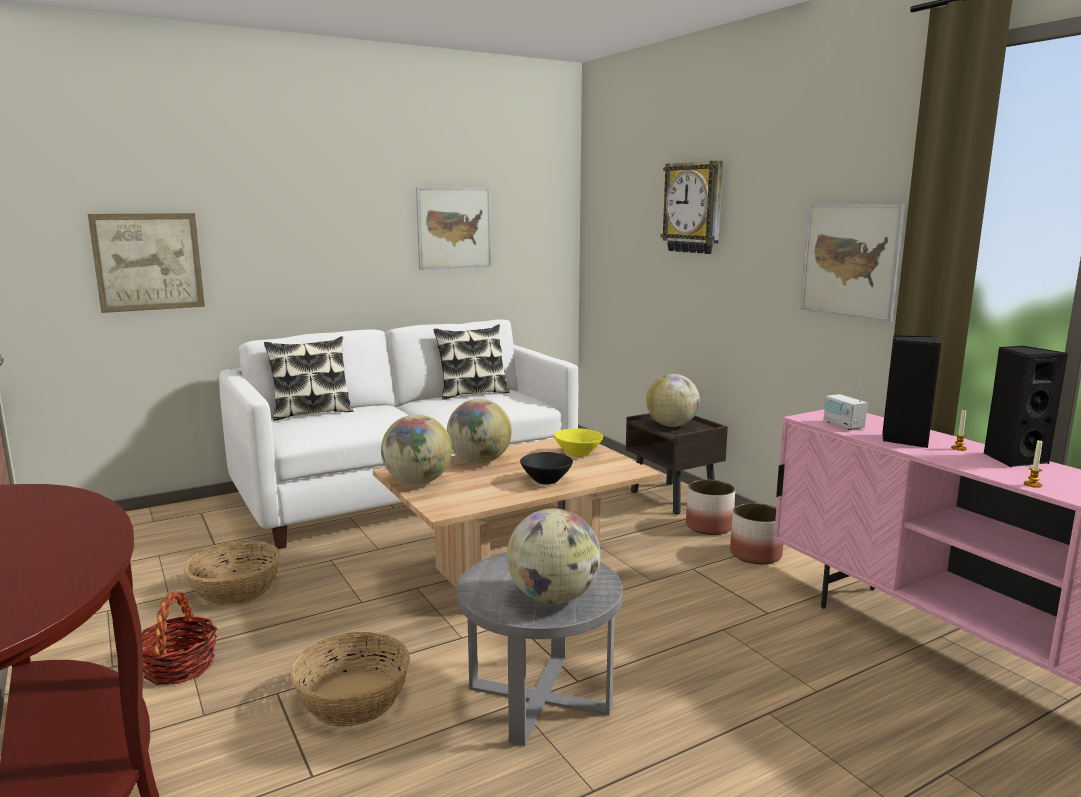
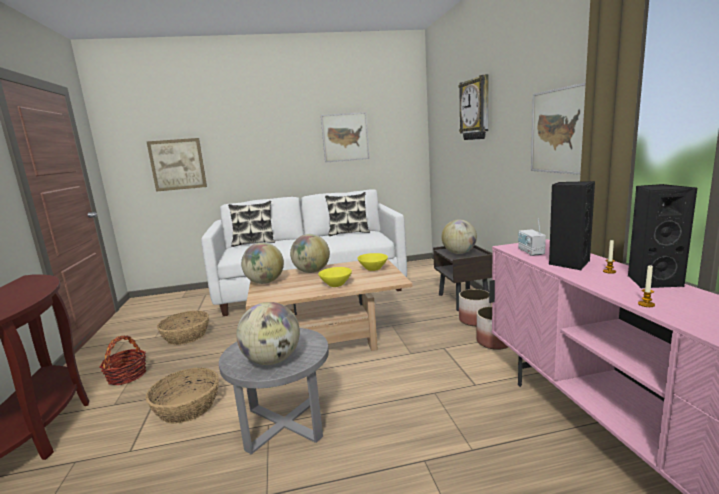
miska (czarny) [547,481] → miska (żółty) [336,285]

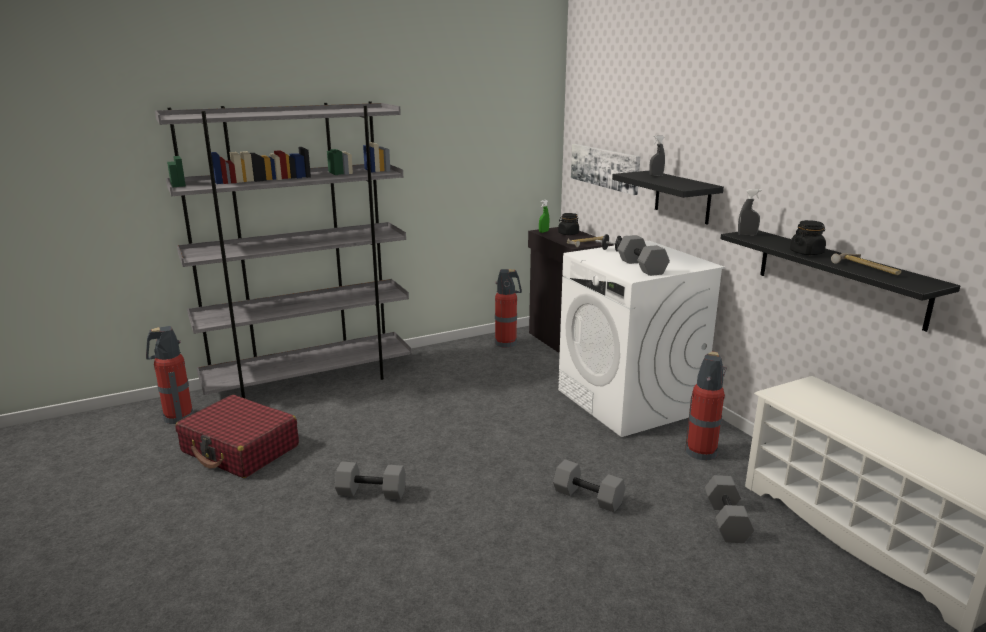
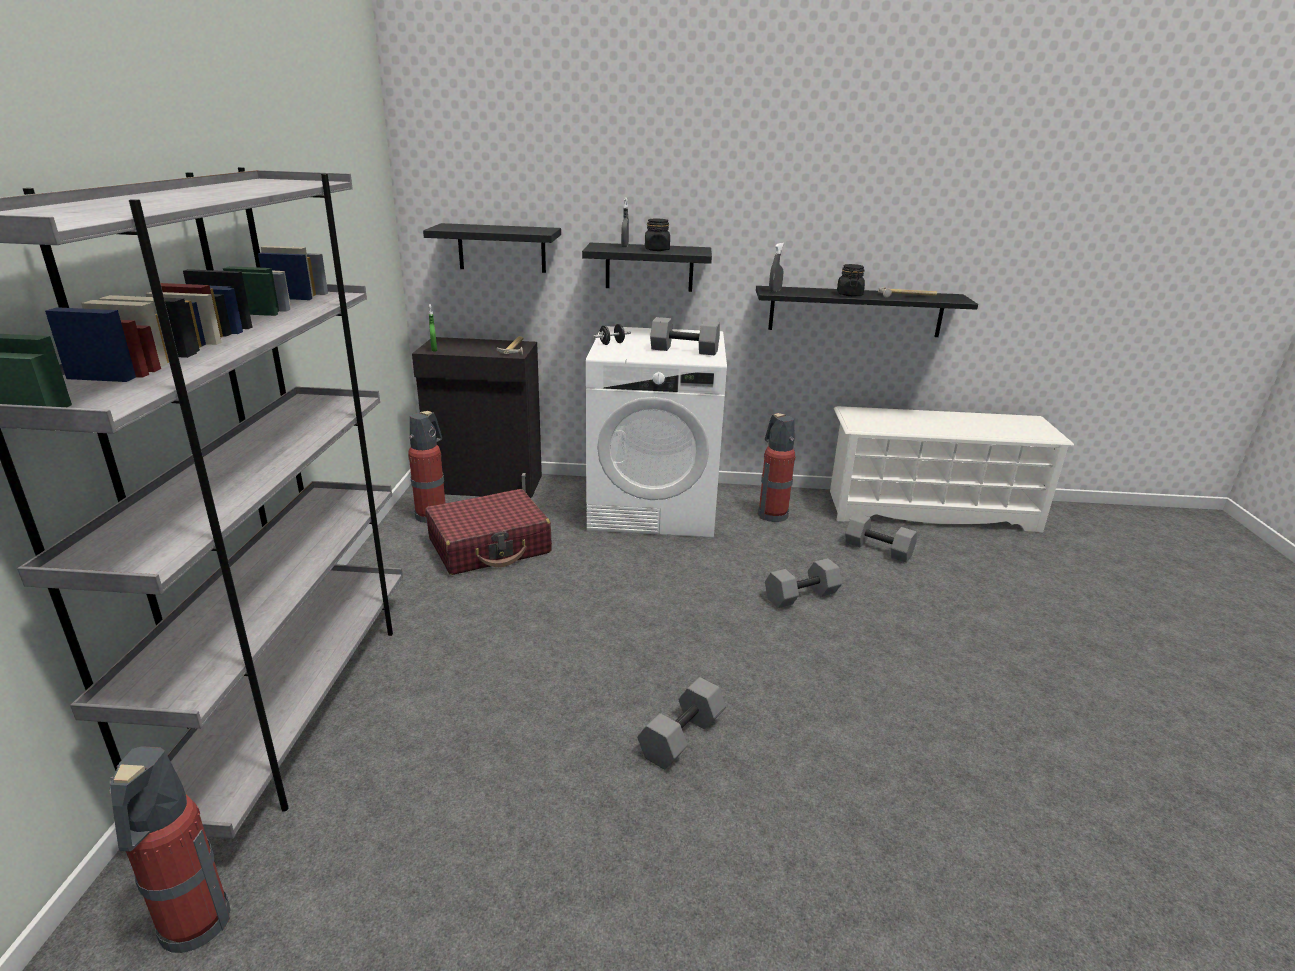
obraz [605,167] → półka (czarny) [502,248]
słoik (czarny) [568,234] → słoik (czarny) [657,250], moved
walizka (czerwony) [240,449] → walizka (czerwony) [490,546], moved

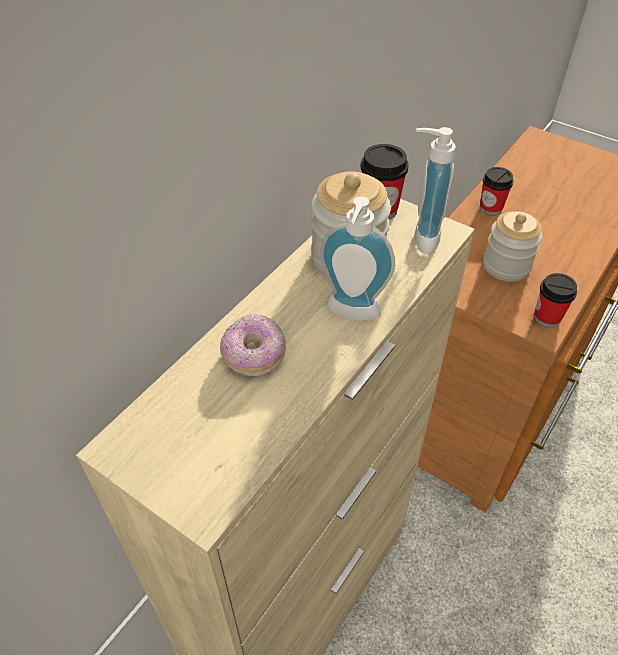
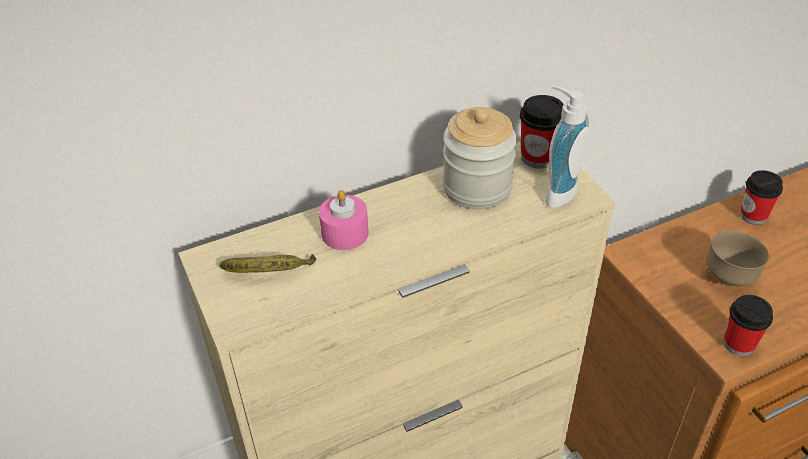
dozownik mydła [351,314] → -
słoik [506,266] → miska (brązowy) [729,278]
donut [254,355] → świeca (różowy) [345,233]
- → banan [269,273]

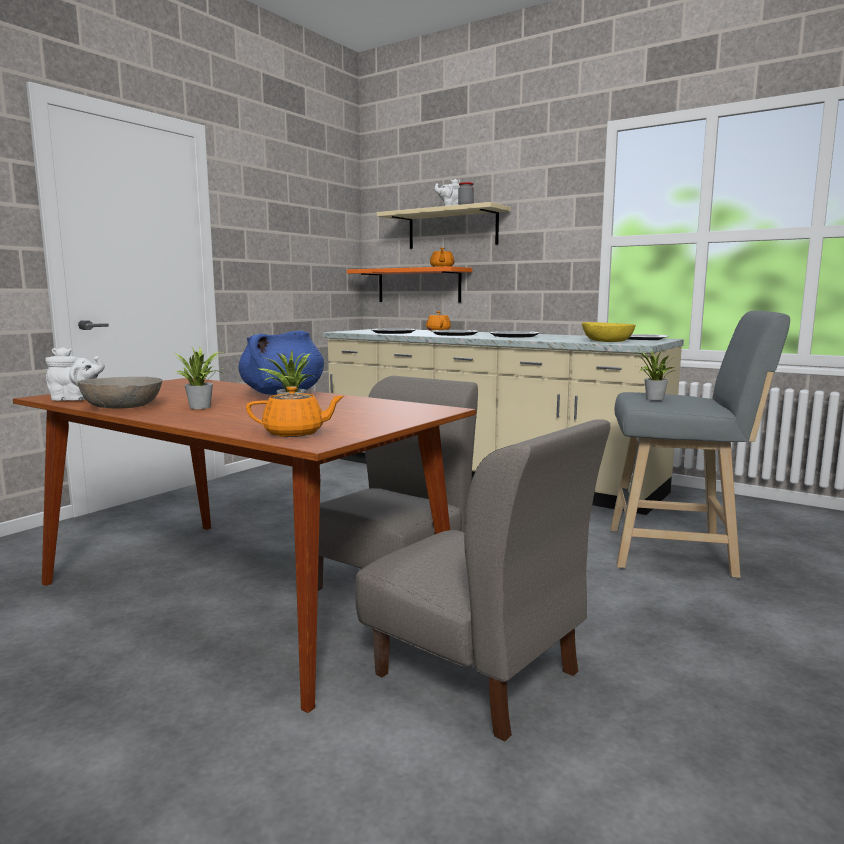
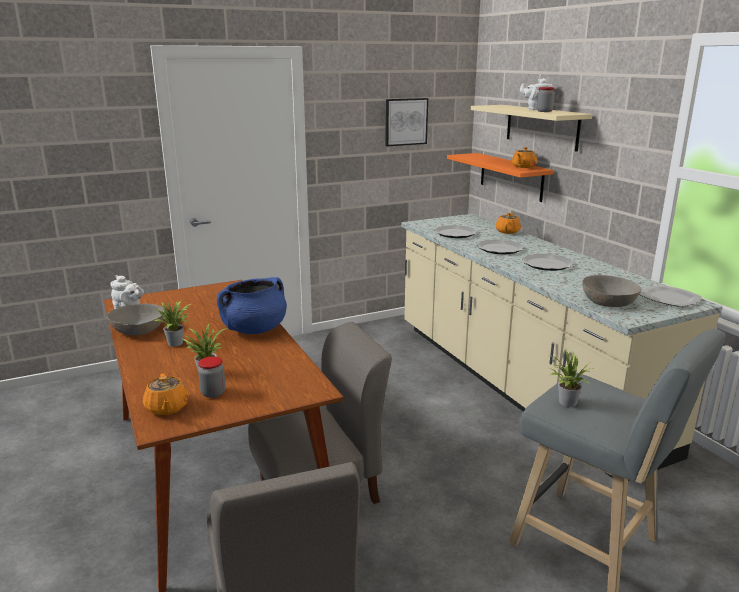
miska (żółty) [607,341] → miska (szary) [609,302]
imbryk (pomarańczowy) [295,433] → imbryk (pomarańczowy) [167,408], 45 degrees clockwise
- → obraz [405,121]
- → słoik [213,393]

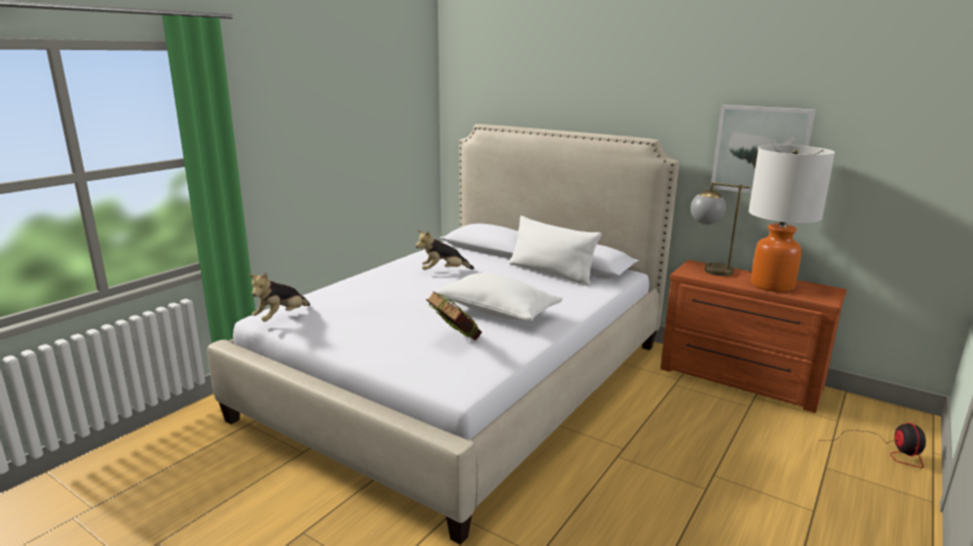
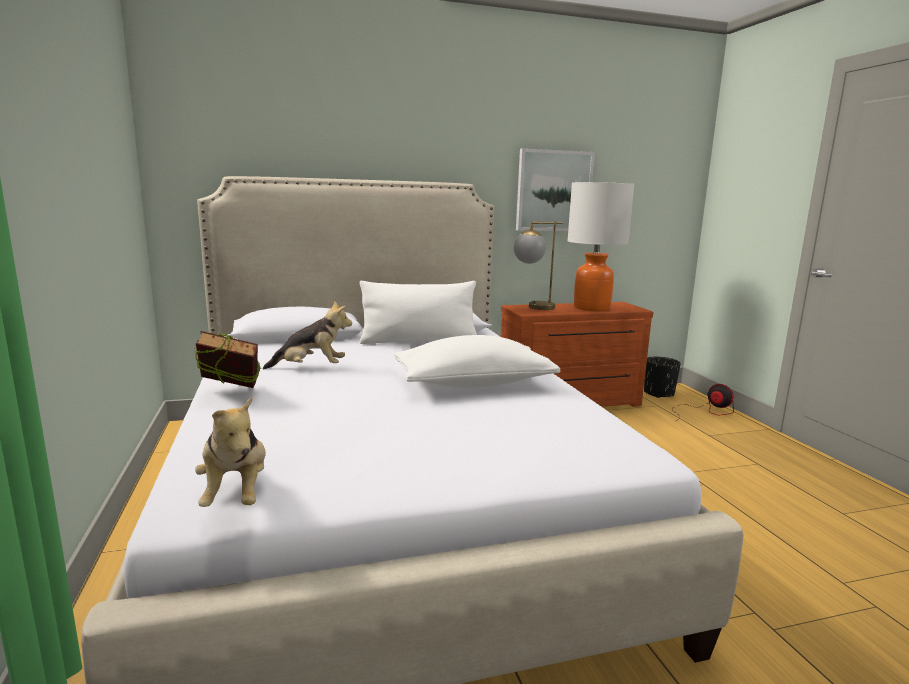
pluszak [443,272] → pluszak [311,368], 120 degrees counterclockwise
książka [454,341] → książka [231,395], moved
- → donica (czarny) [658,393]

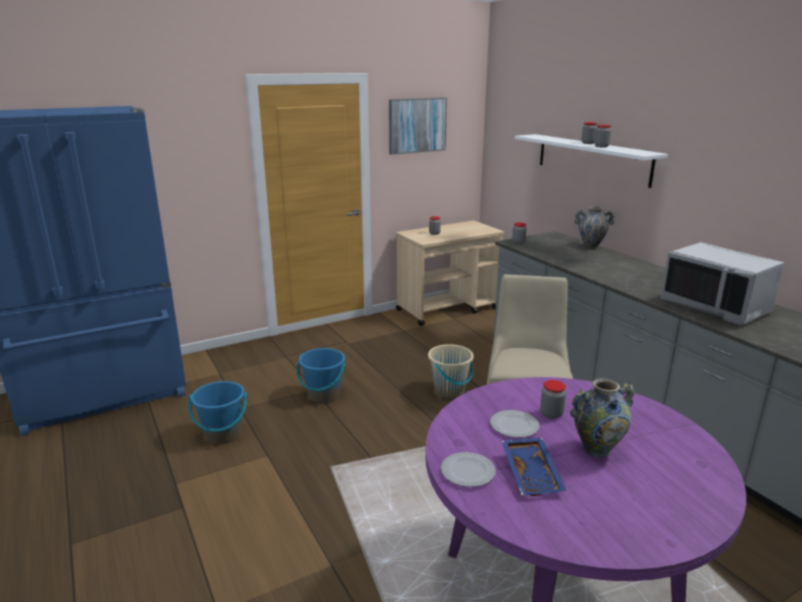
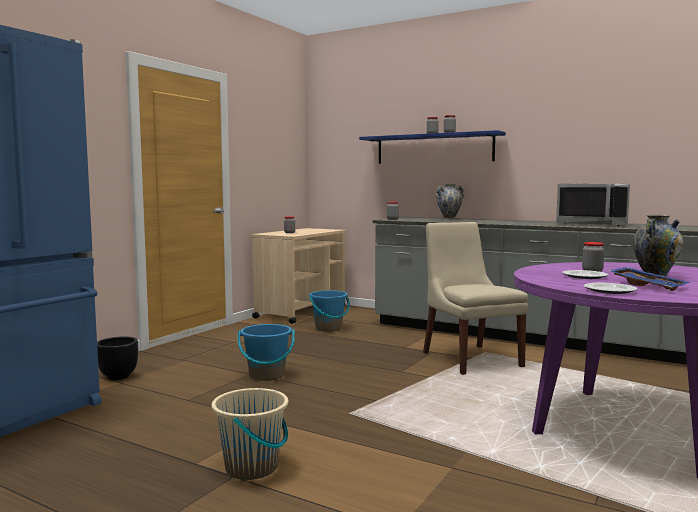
obraz [417,125] → -
półka (biały) [592,159] → półka (niebieski) [434,149]
wiadro (beżowy) [449,391] → wiadro (beżowy) [252,467], moved
wiadro (niebieski) [222,434] → wiadro (niebieski) [328,328], moved
- → donica (czarny) [118,377]

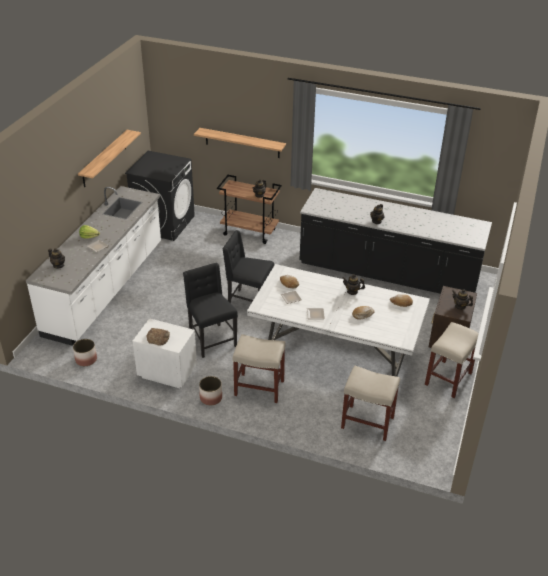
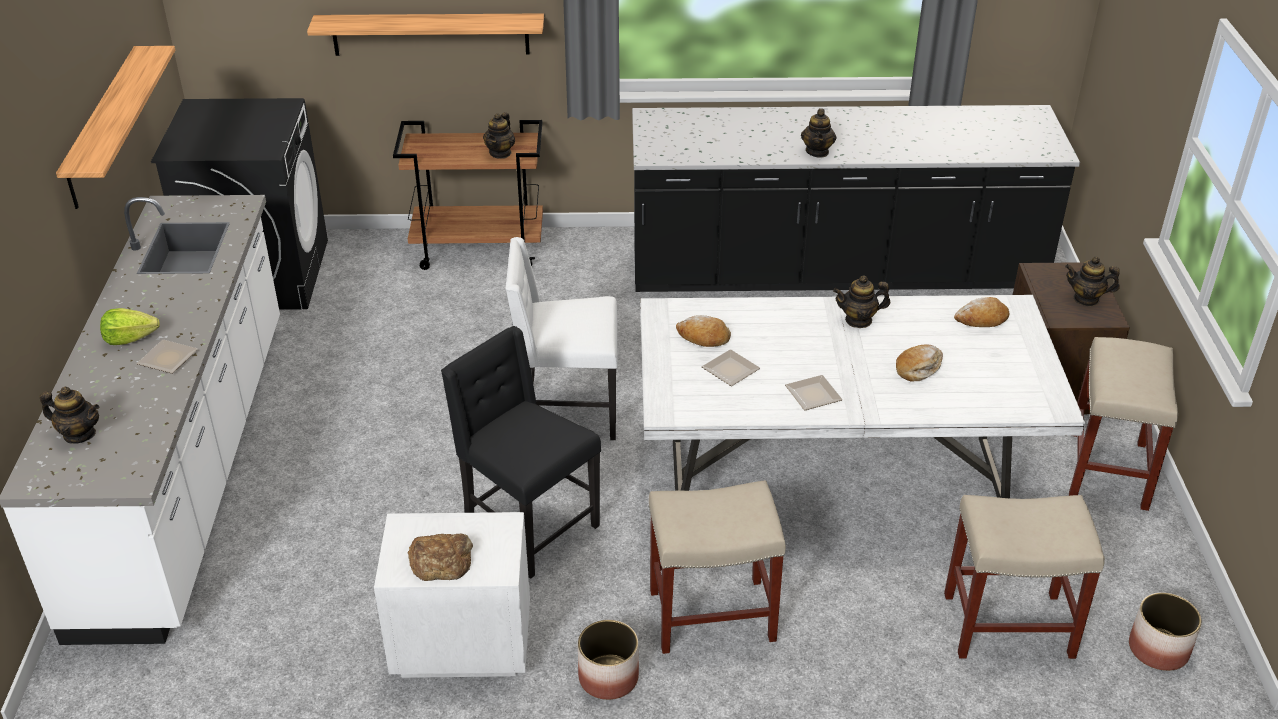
krzesło (czarny) [248,303] → krzesło (biały) [567,412]
donica [86,359] → donica [1157,649], moved

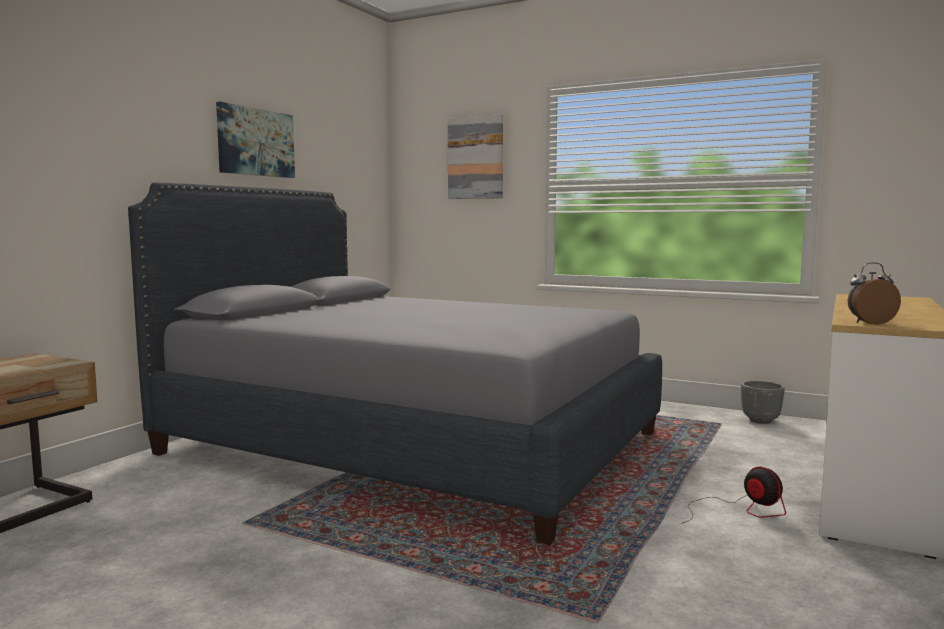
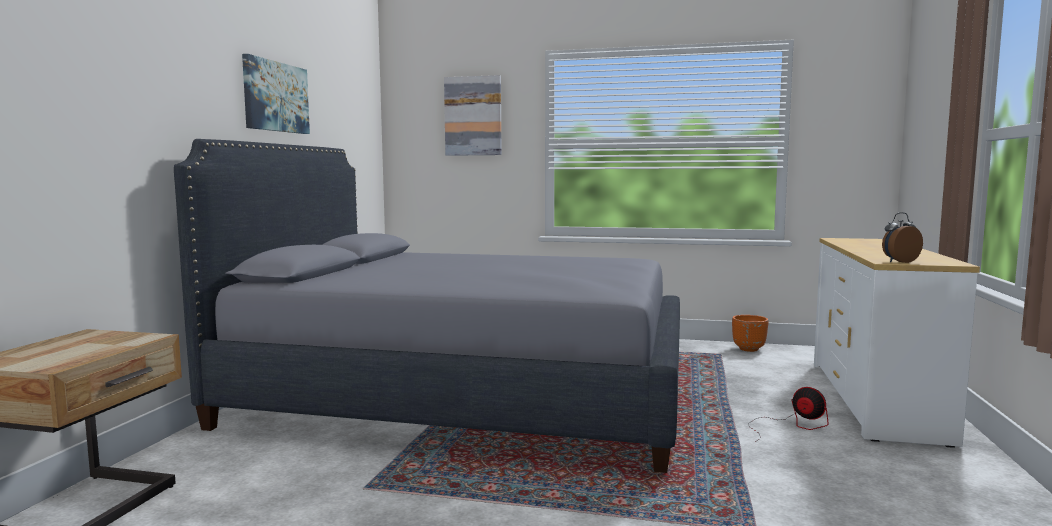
donica (szary) [761,421] → donica (pomarańczowy) [749,349]

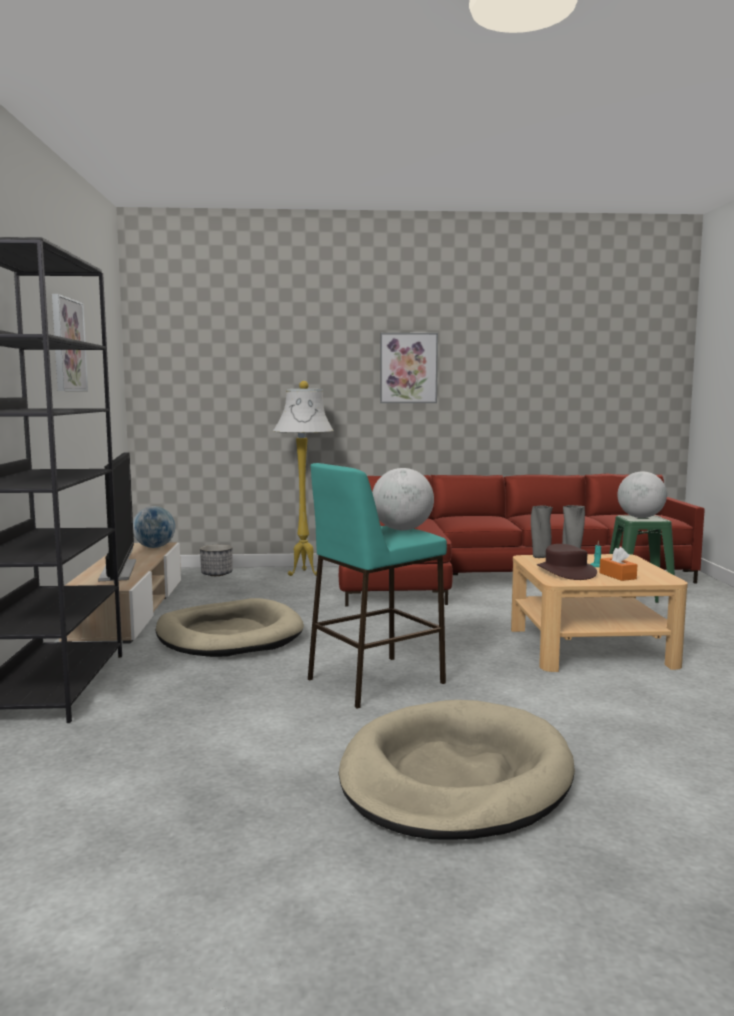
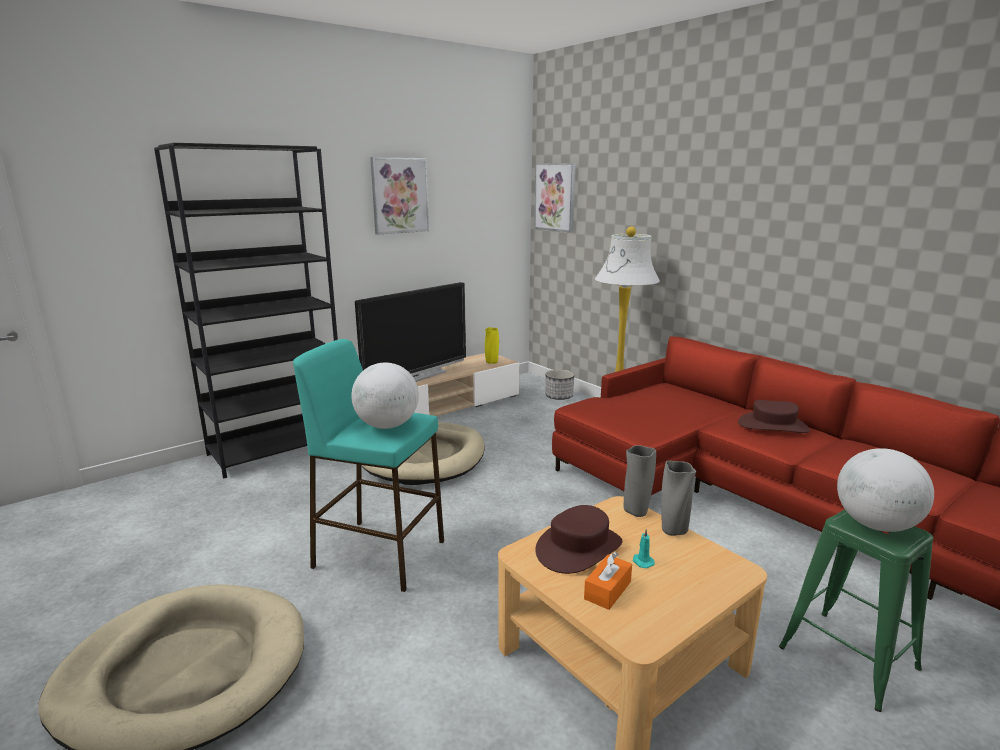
obraz [408,368] → obraz [555,197], moved
globus [154,547] → wazon (żółty) [491,362]
- → kapelusz (brązowy) [772,426]

